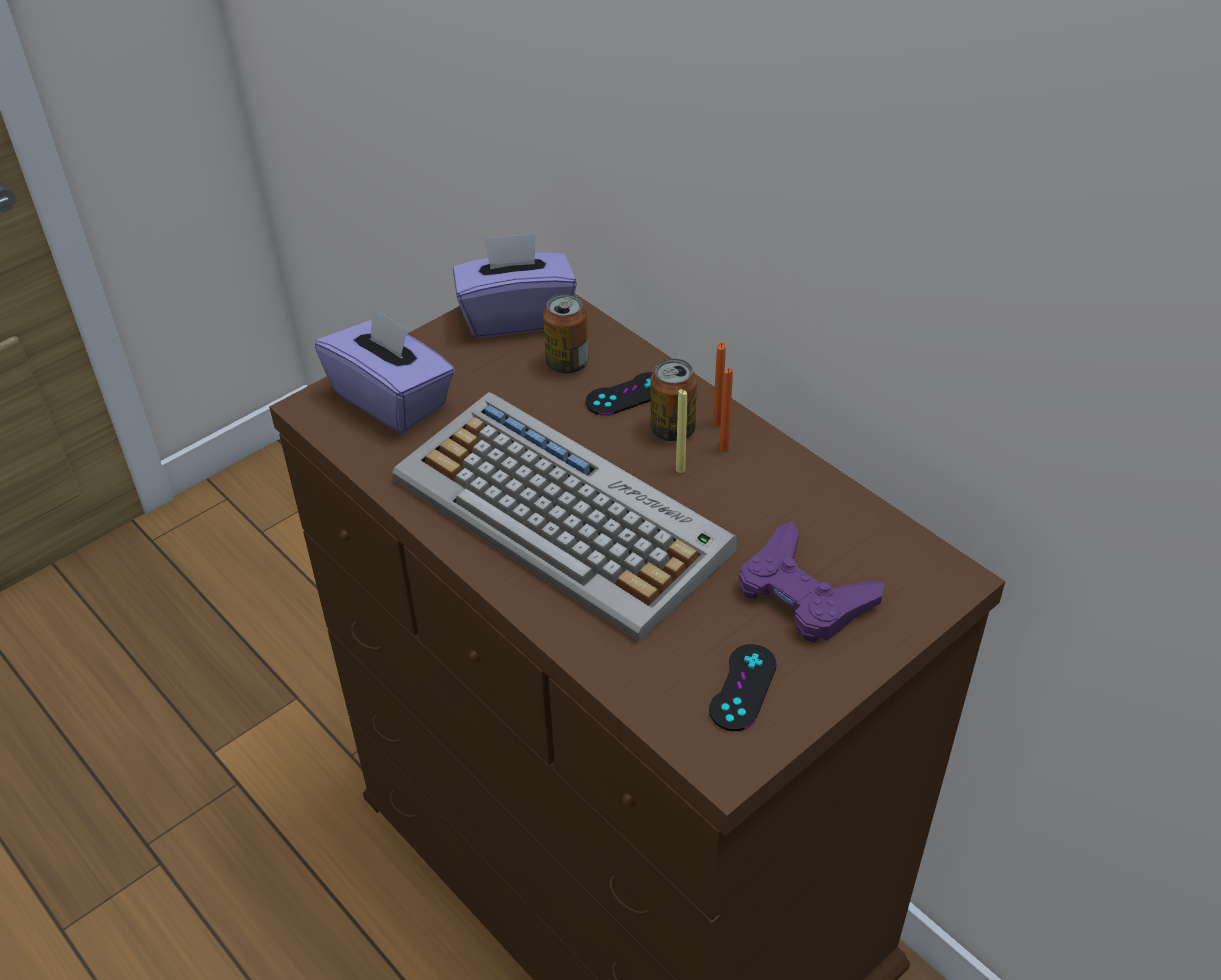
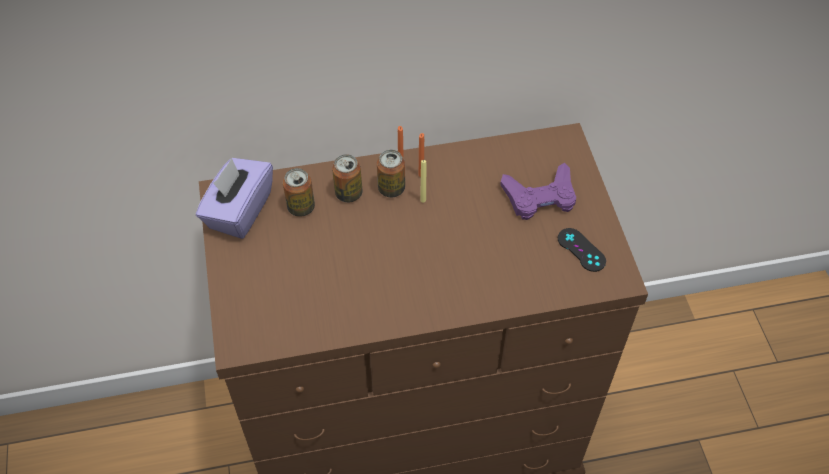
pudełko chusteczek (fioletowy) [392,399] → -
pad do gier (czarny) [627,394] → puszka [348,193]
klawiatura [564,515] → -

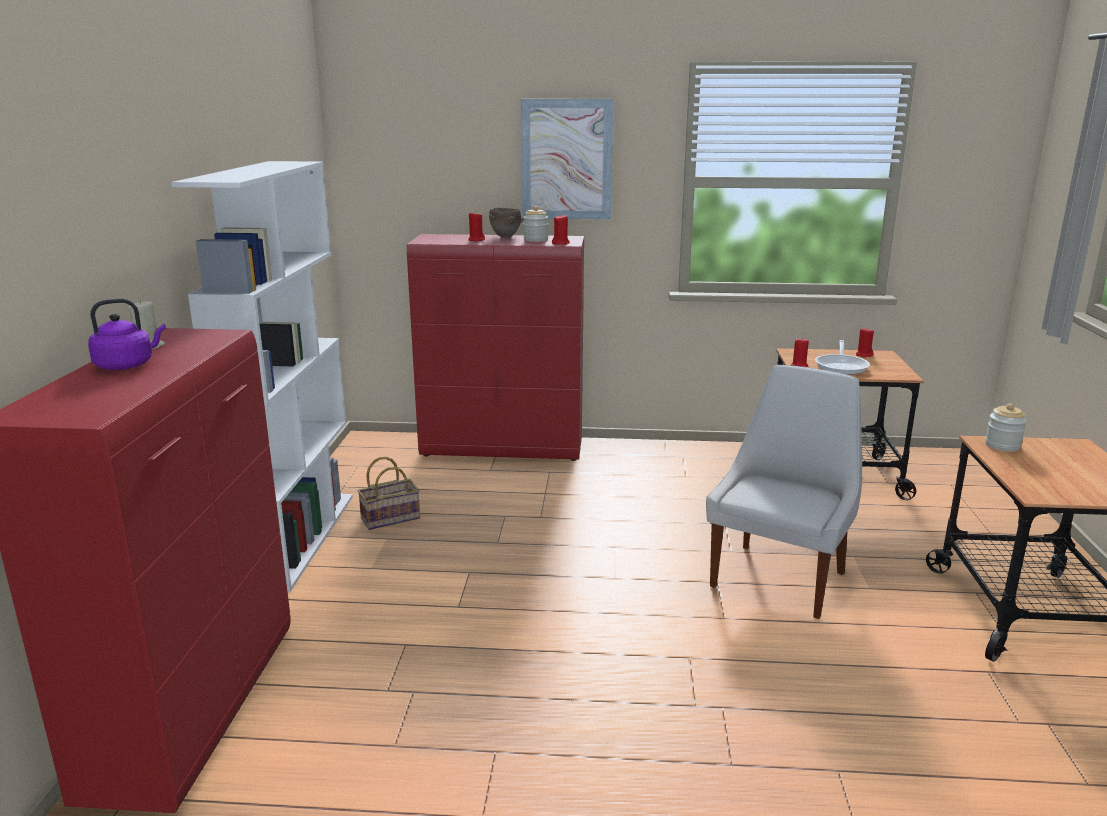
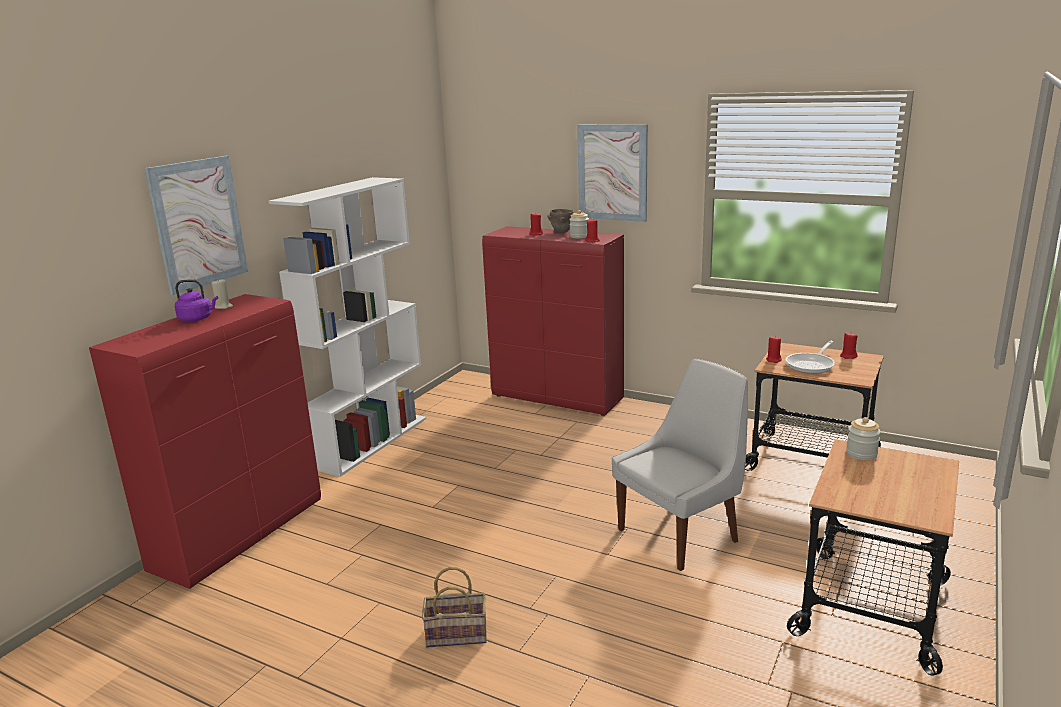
koszyk [391,517] → koszyk [458,633], moved
- → obraz [198,223]

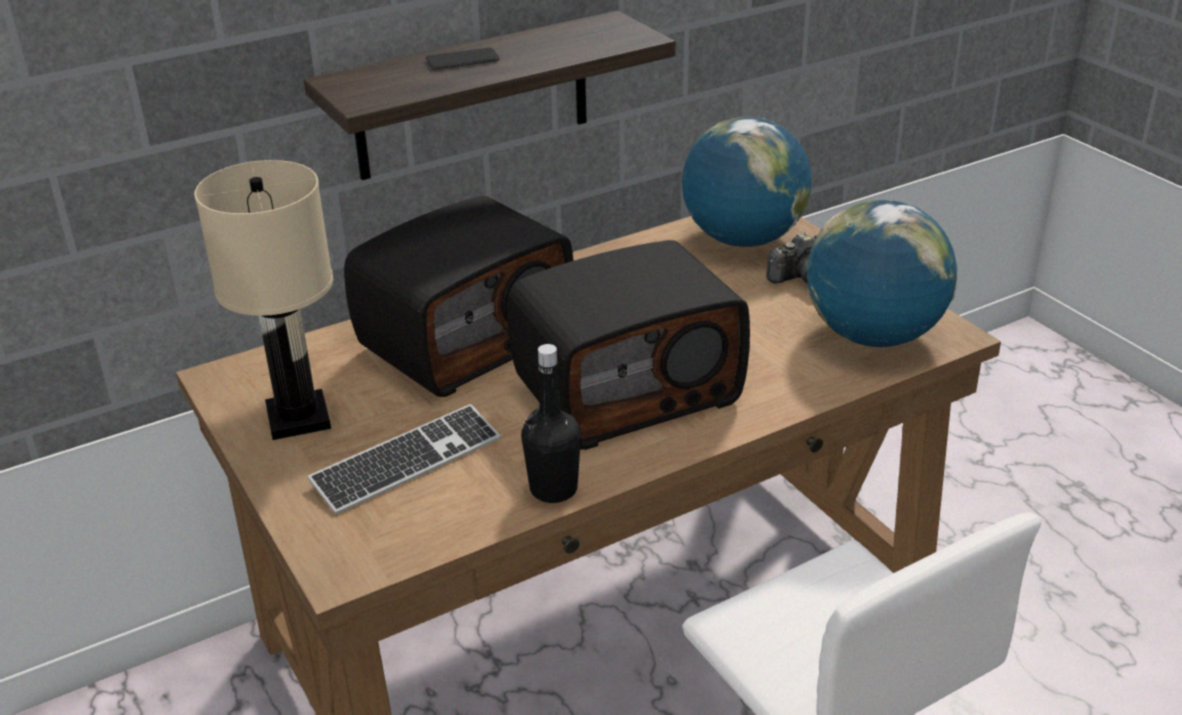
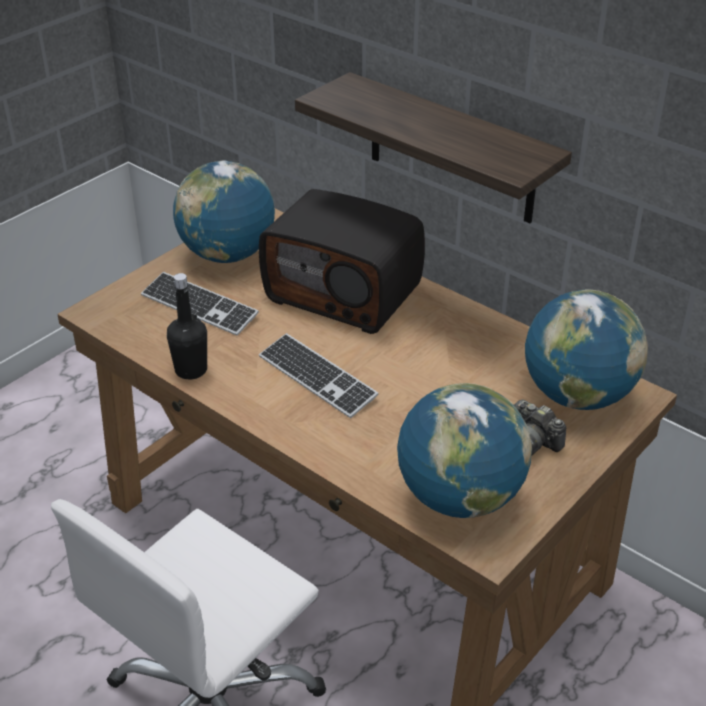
telefon [462,60] → -
lampa stołowa (beżowy) [297,419] → globus [227,255]
radio [627,390] → klawiatura [317,377]

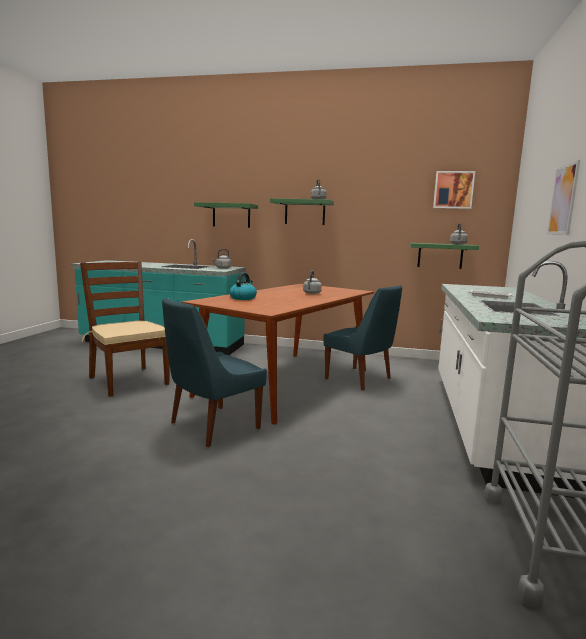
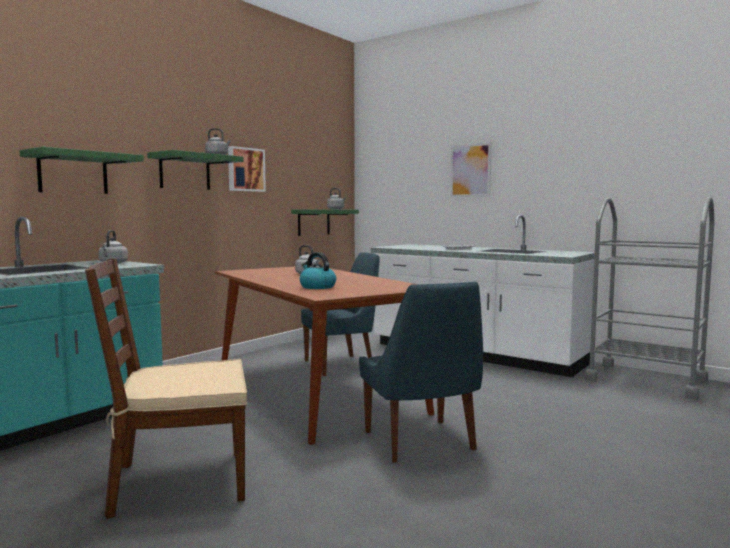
obraz [453,190] → obraz [245,169], moved

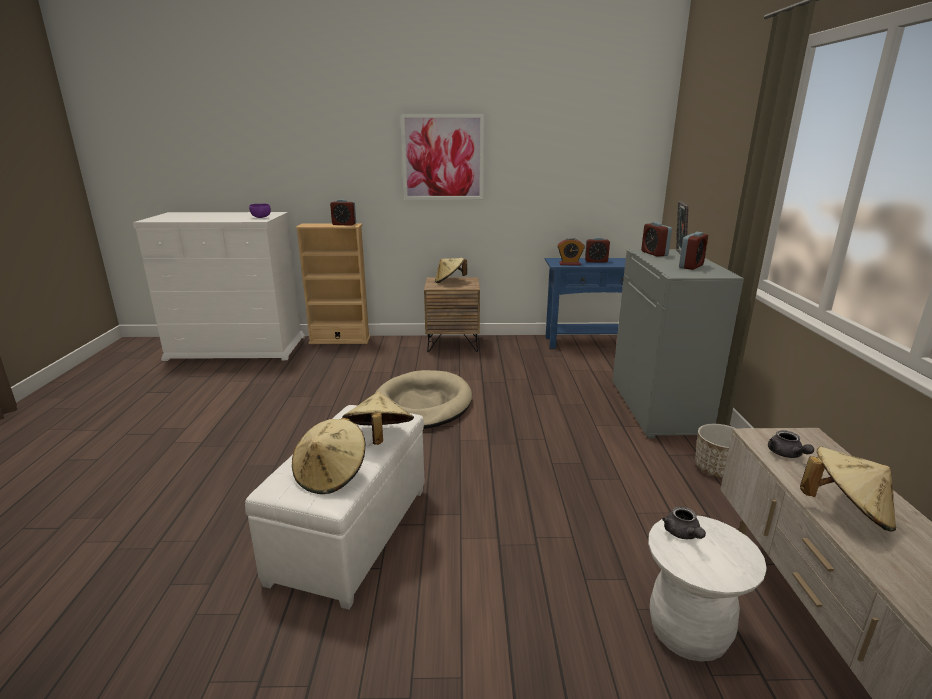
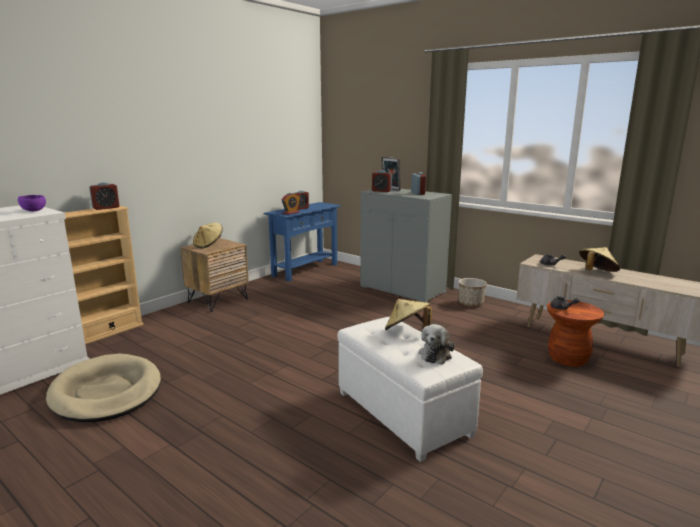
obraz [442,157] → -
legowisko (beżowy) [422,404] → legowisko (beżowy) [106,392], moved
kapelusz (beżowy) [331,475] → pluszak [436,354]
stołek (biały) [688,633] → stołek (brązowy) [568,359]

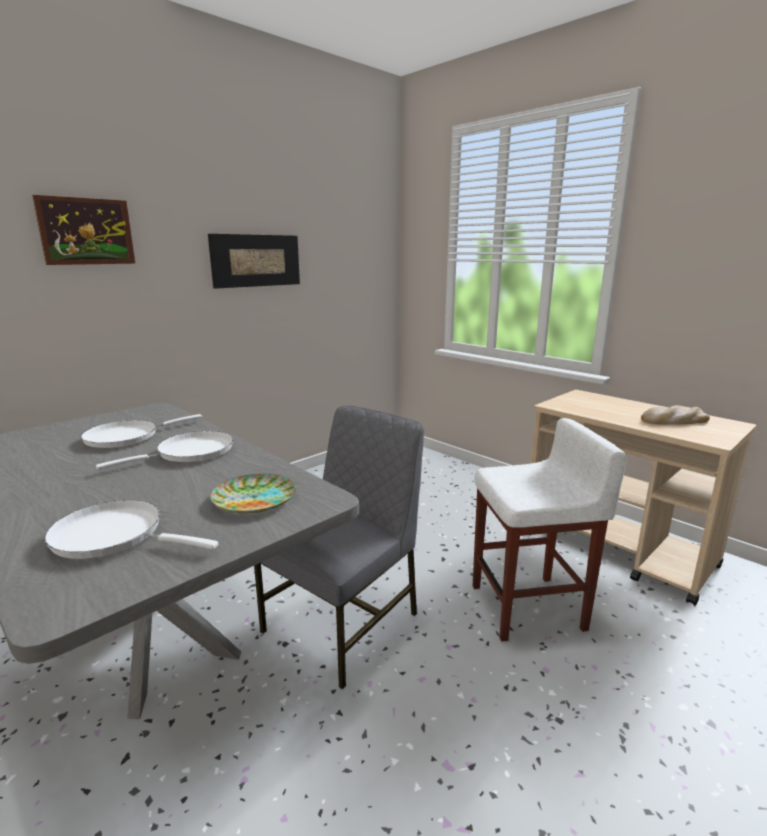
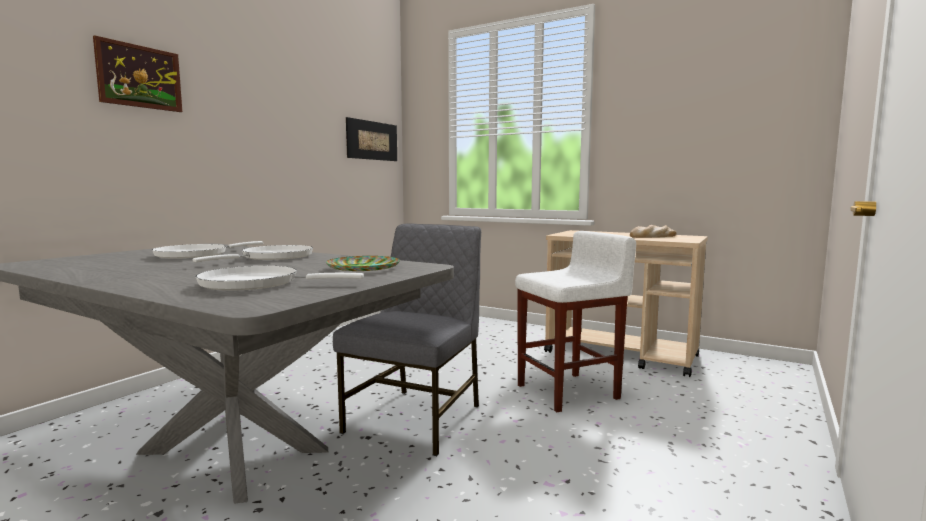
obraz [256,260] → obraz [372,140], moved

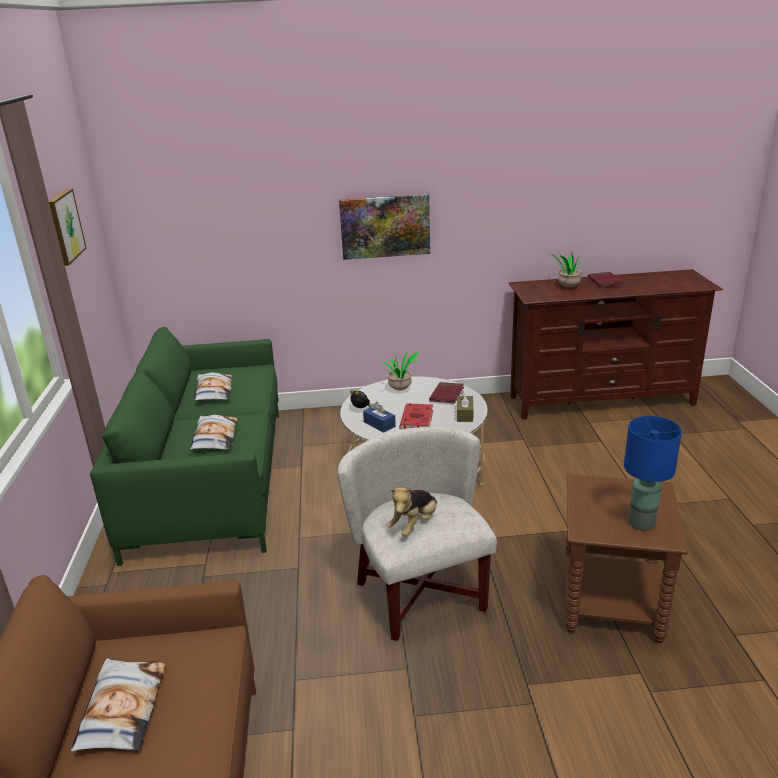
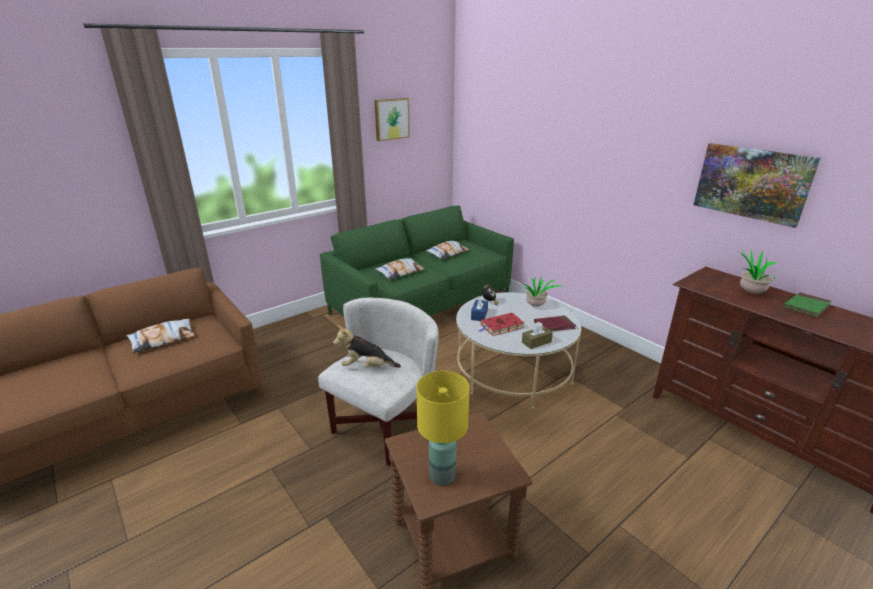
obraz [385,226] → obraz [752,183], moved
książka (czerwony) [604,282] → książka (zielony) [806,306]
lampa stołowa (niebieski) [641,522] → lampa stołowa (żółty) [442,475]

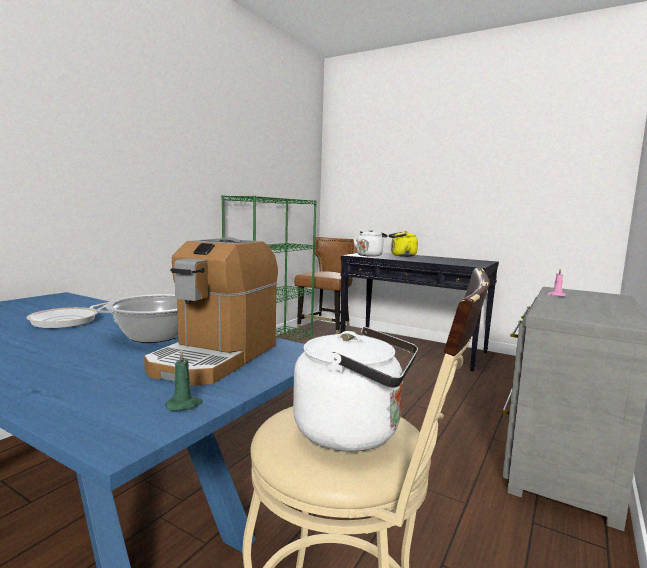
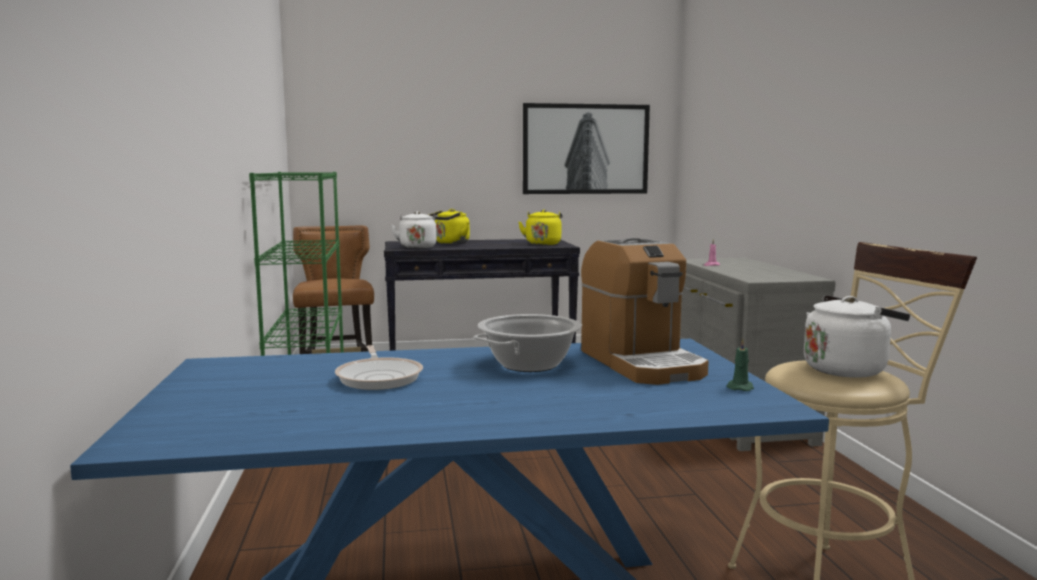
- → obraz [586,149]
- → czajnik (żółty) [543,244]

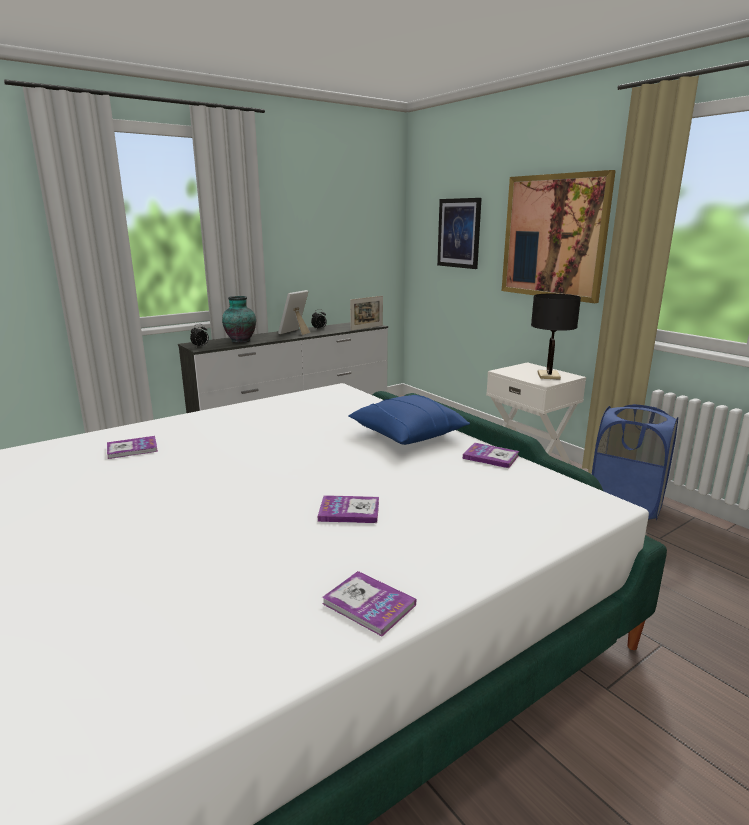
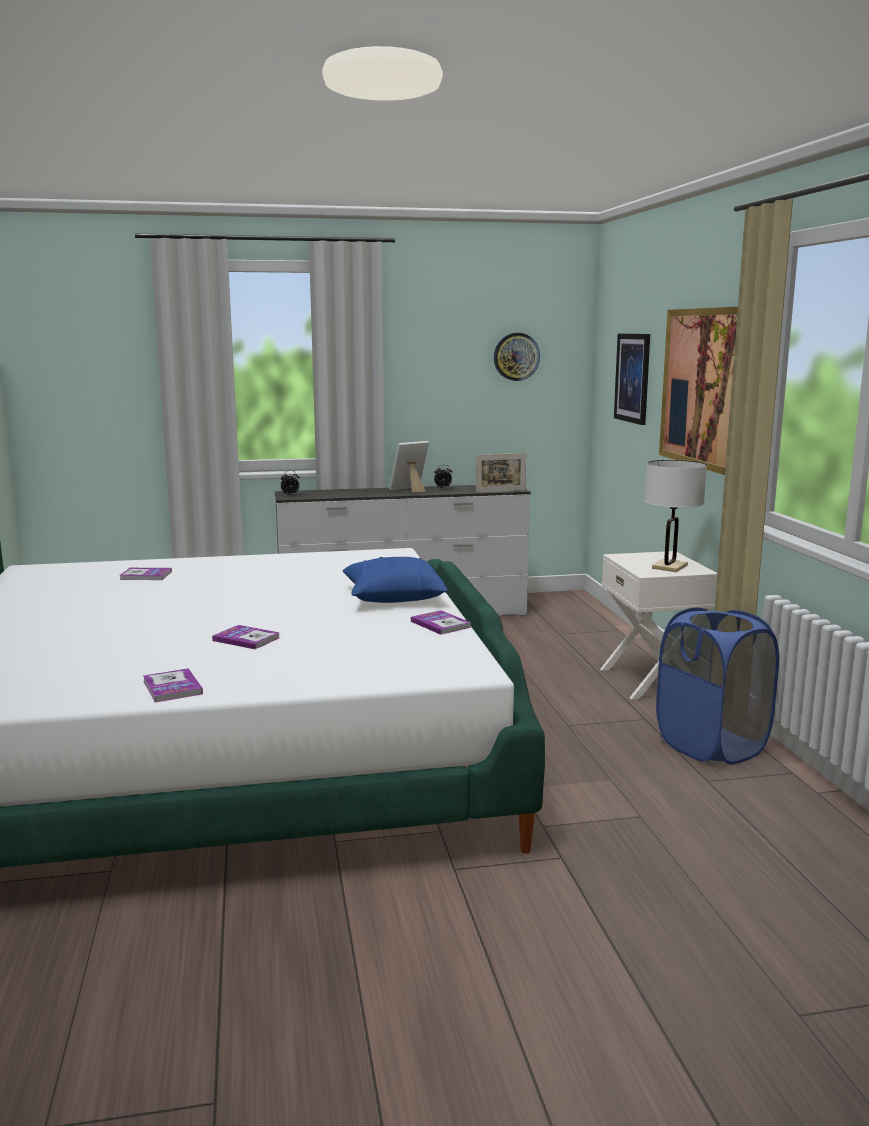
lampa stołowa (czarny) [548,375] → lampa stołowa (biały) [669,567]
wazon [240,340] → -
- → zegar ścienny [516,356]

